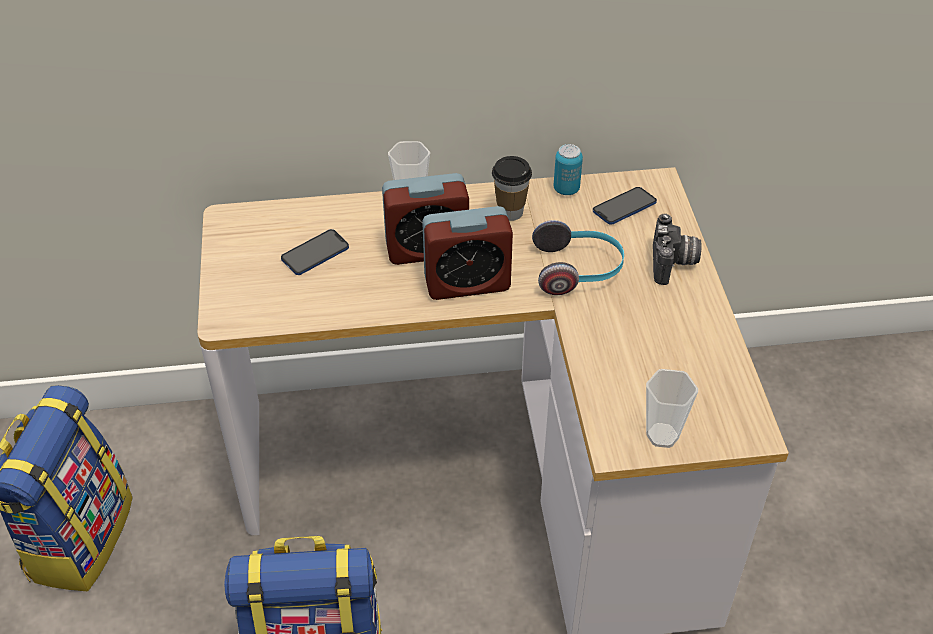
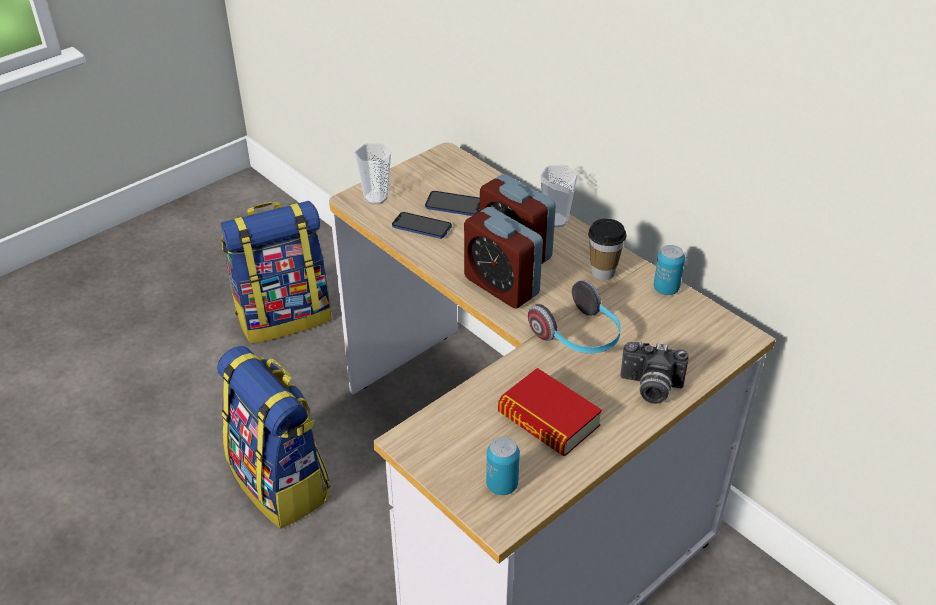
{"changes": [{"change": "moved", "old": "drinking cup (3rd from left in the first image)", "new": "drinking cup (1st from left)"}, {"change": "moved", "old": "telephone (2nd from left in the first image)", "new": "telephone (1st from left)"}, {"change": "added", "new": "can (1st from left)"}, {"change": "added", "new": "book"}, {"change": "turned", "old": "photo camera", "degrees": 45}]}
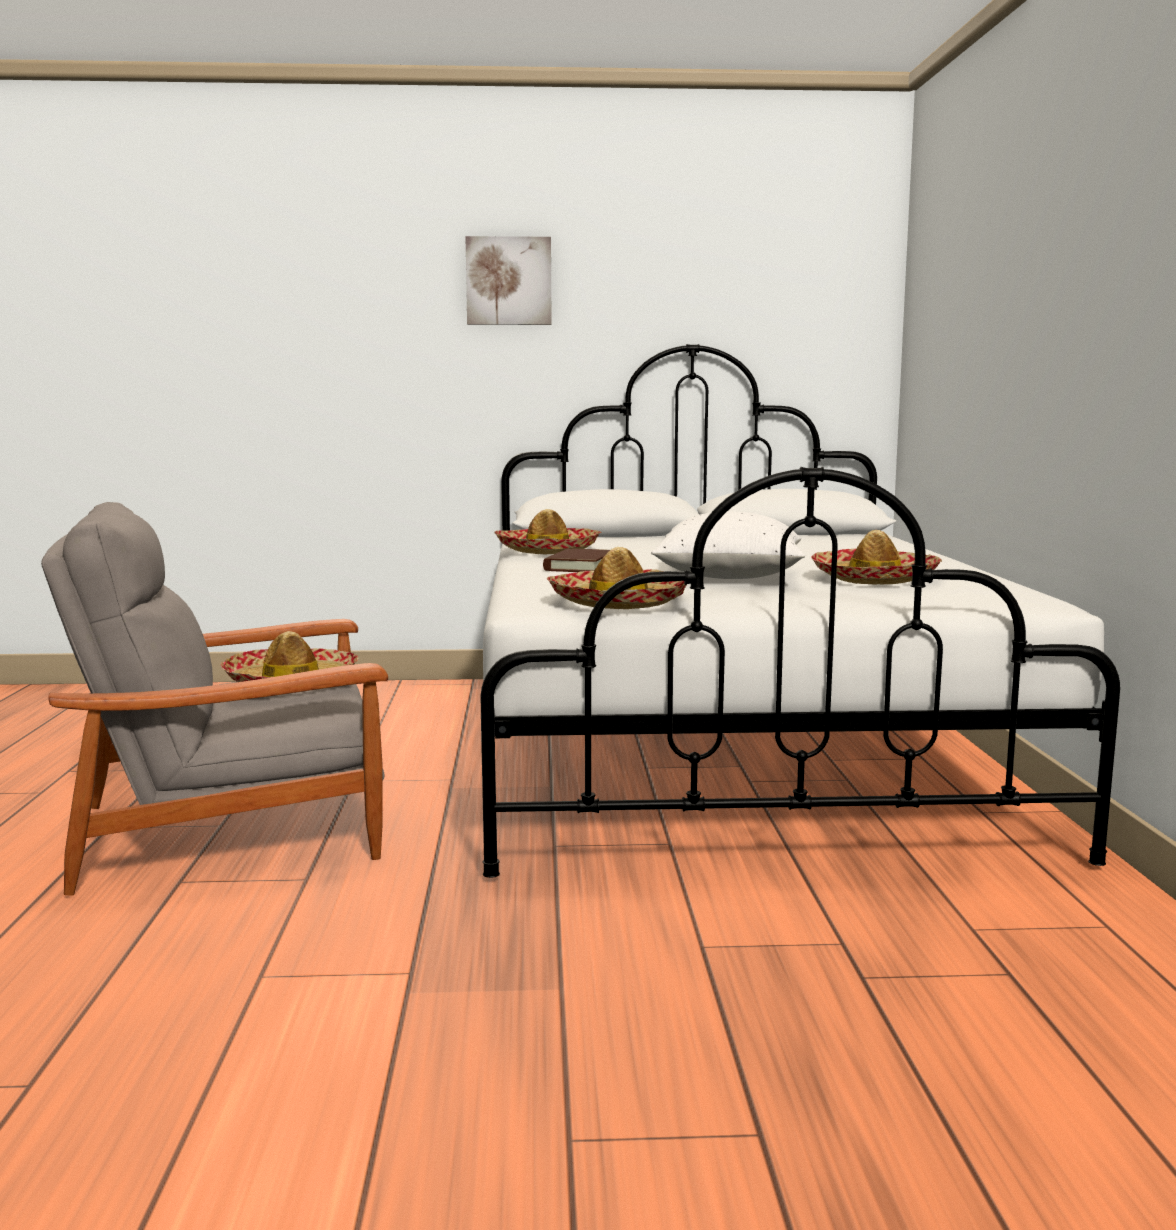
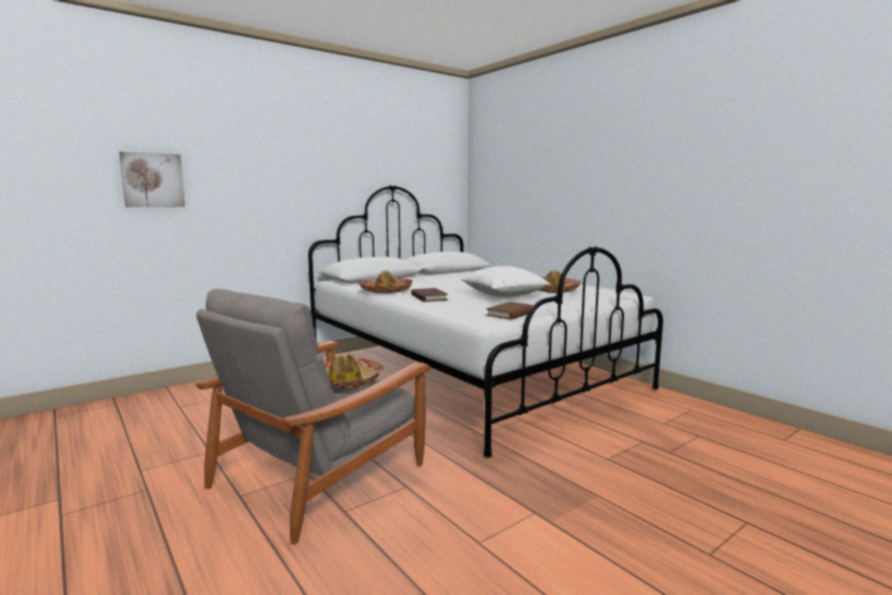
{"changes": [{"change": "moved", "old": "wall picture"}, {"change": "replaced", "old": "clothing hat (3rd from left)", "new": "brownish book (2nd from left)"}]}
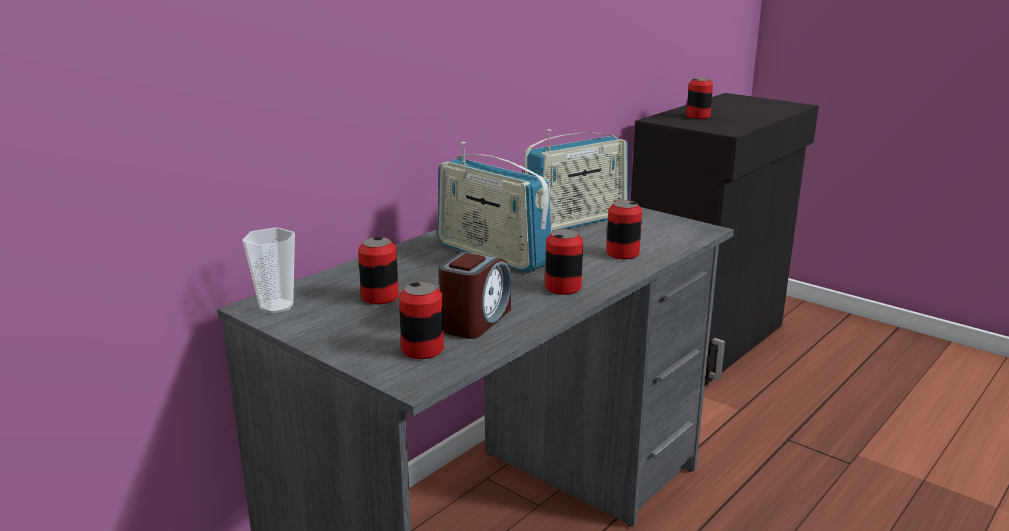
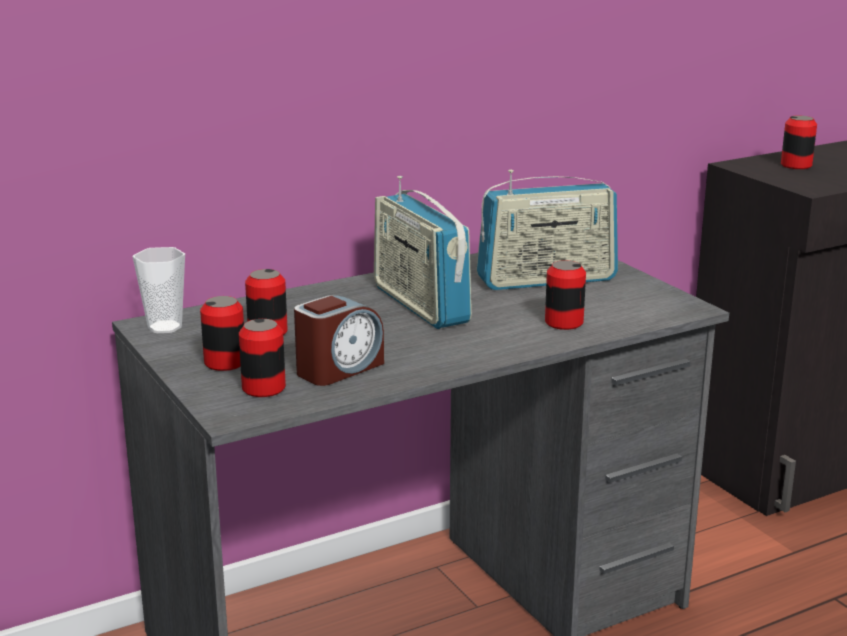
{"changes": [{"change": "moved", "old": "can (3rd from left in the first image)", "new": "can (1st from left)"}]}
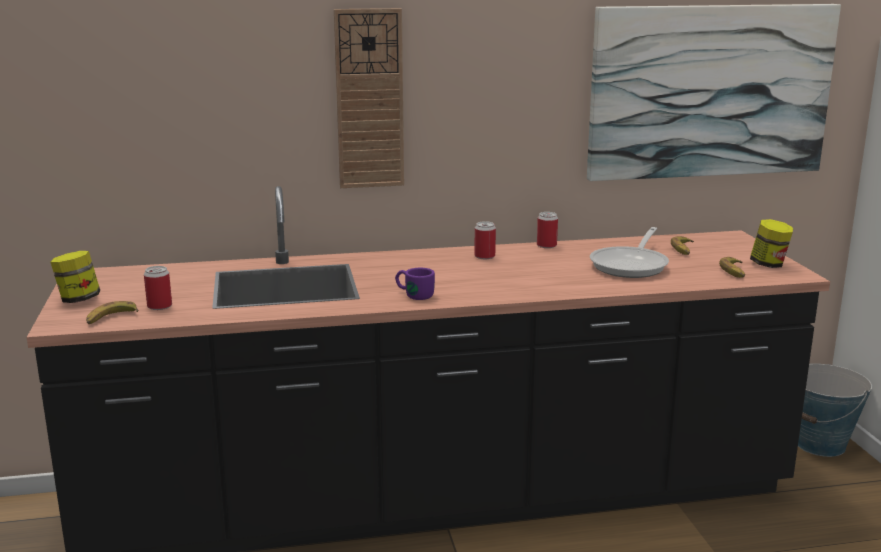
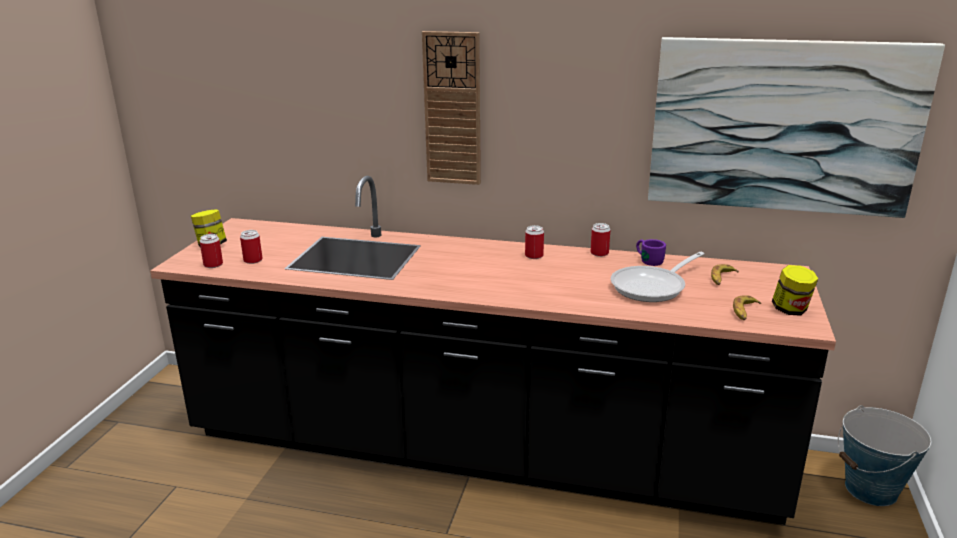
{"changes": [{"change": "replaced", "old": "whole banana (1st from left)", "new": "can (1st from left)"}, {"change": "moved", "old": "purplish tea mug"}]}
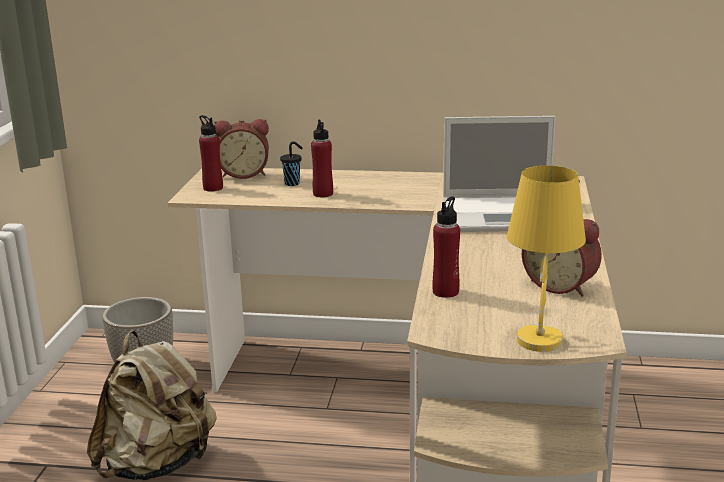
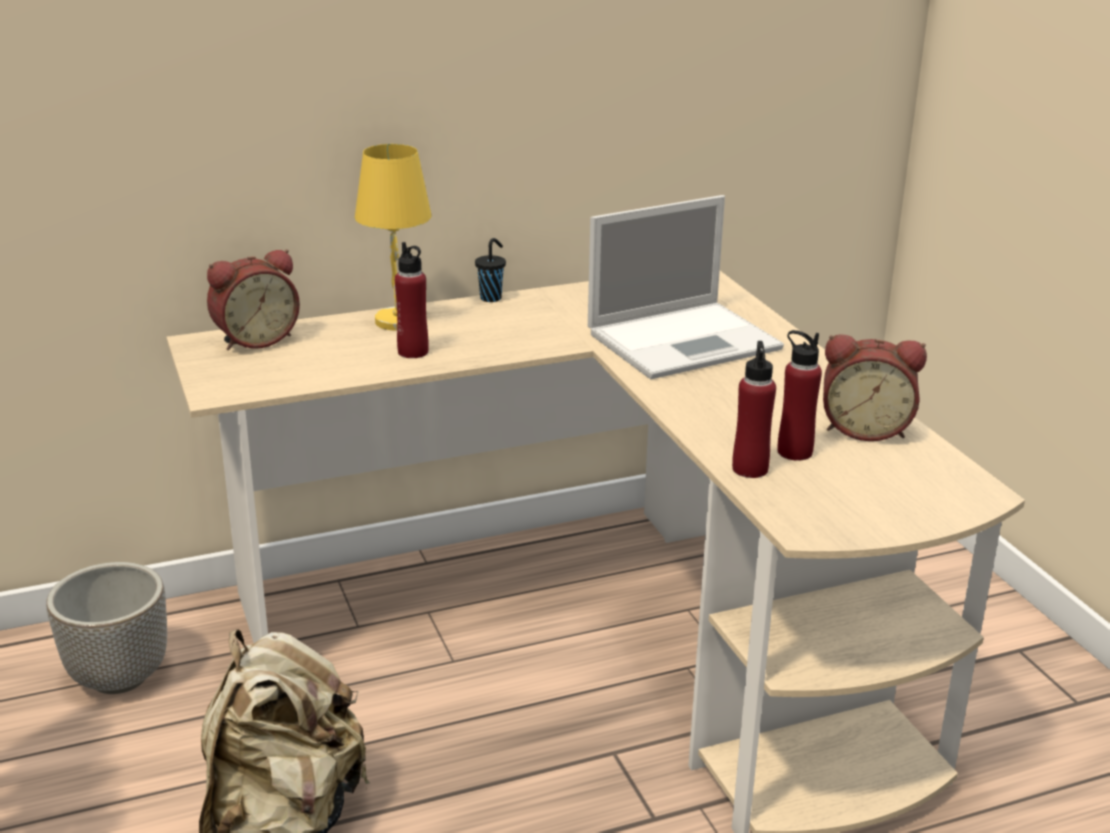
{"changes": [{"change": "moved", "old": "yellowish tabletop lamp"}, {"change": "moved", "old": "black-coloured drinking cup"}, {"change": "moved", "old": "red-coloured bottle (1st from left in the first image)", "new": "red-coloured bottle (3rd from left)"}]}
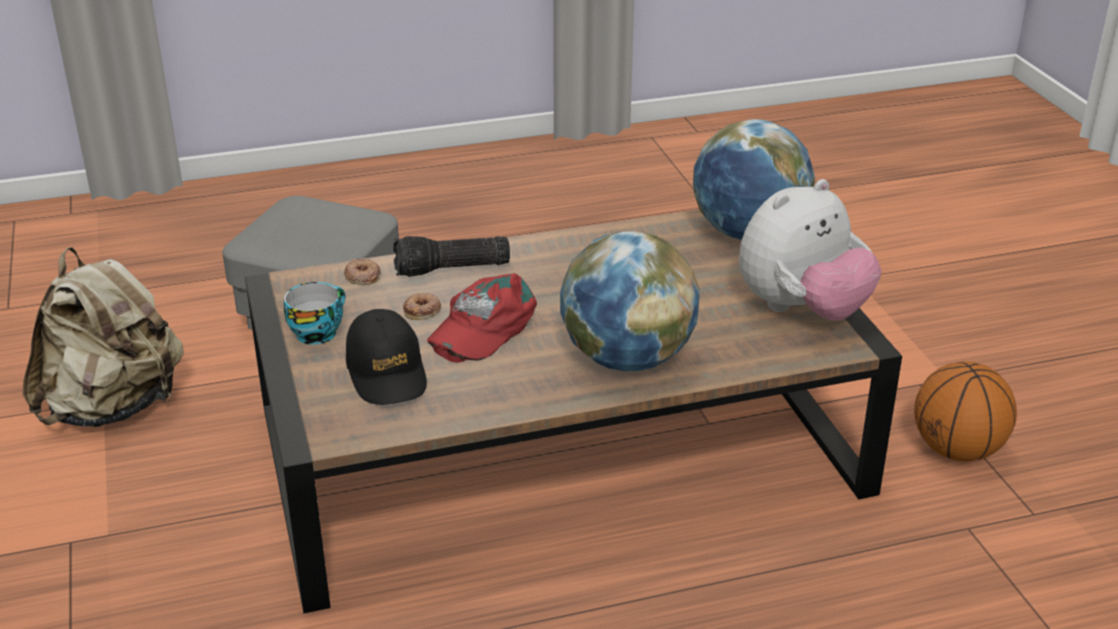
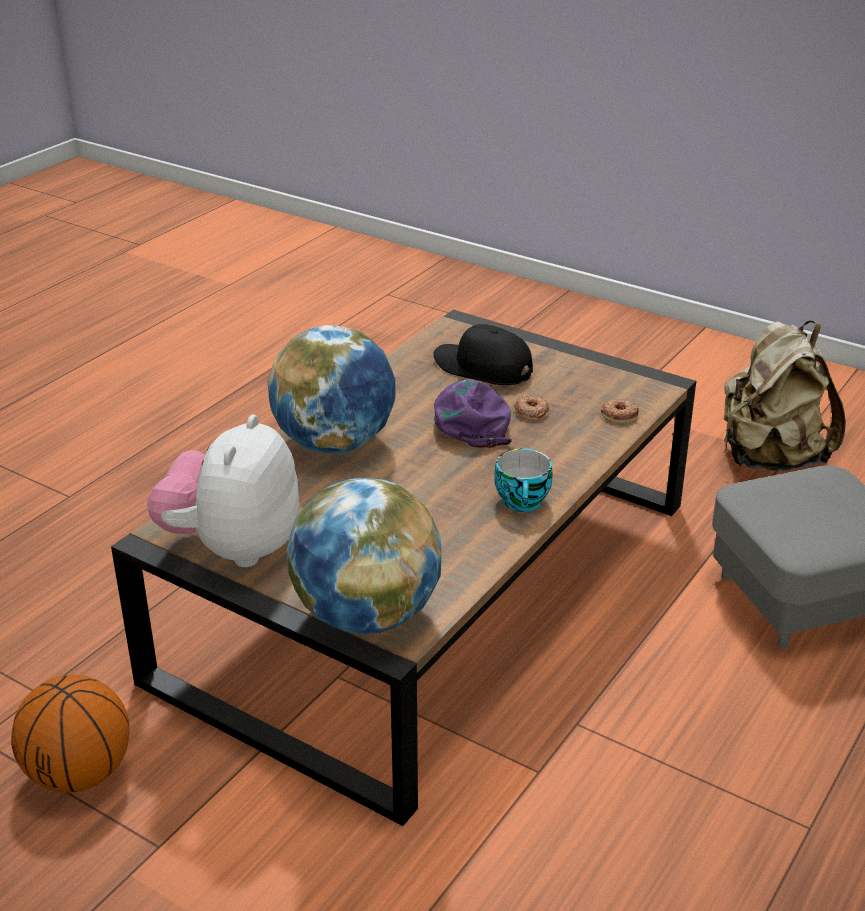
{"changes": [{"change": "recoloured", "old": "red-coloured cap", "new": "purplish cap"}, {"change": "moved", "old": "drinking cup"}, {"change": "removed", "old": "flashlight"}]}
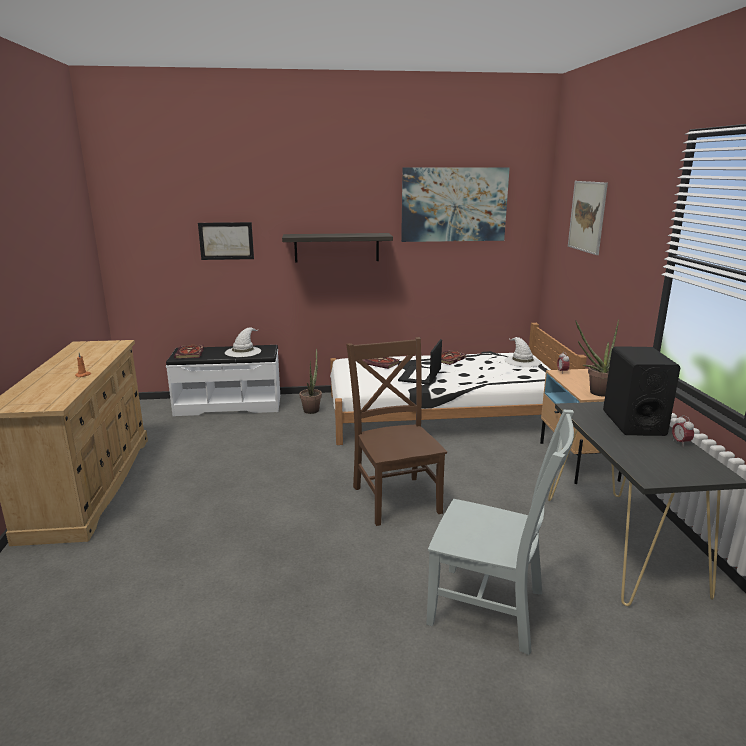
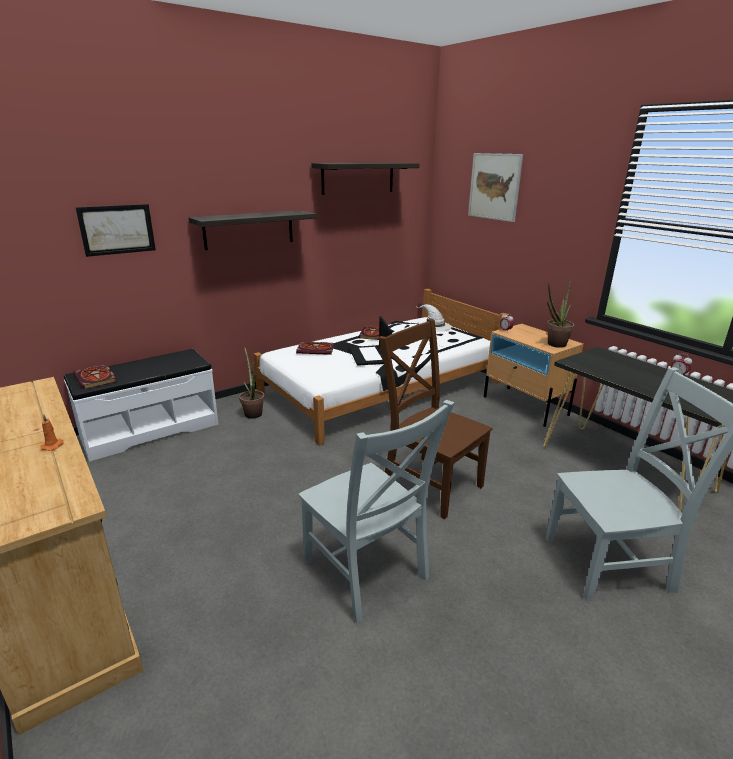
{"changes": [{"change": "added", "new": "gray chair (1st from left)"}, {"change": "replaced", "old": "wall picture (2nd from left)", "new": "bracket shelf (2nd from left)"}, {"change": "removed", "old": "white-coloured clothing hat (1st from left)"}, {"change": "removed", "old": "black-coloured audio speaker"}]}
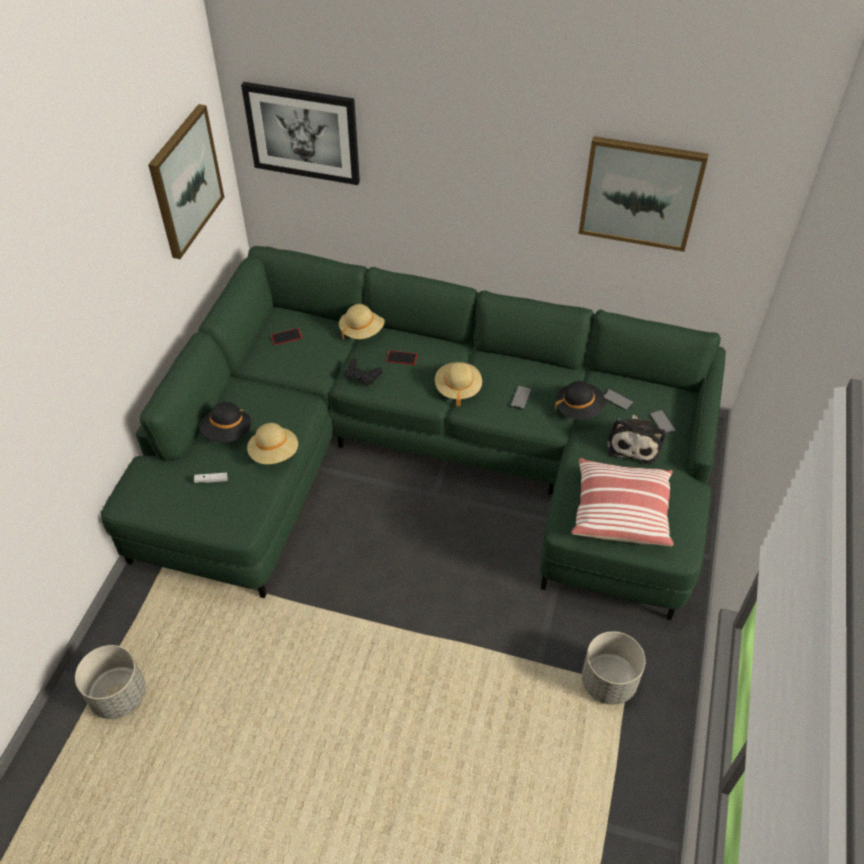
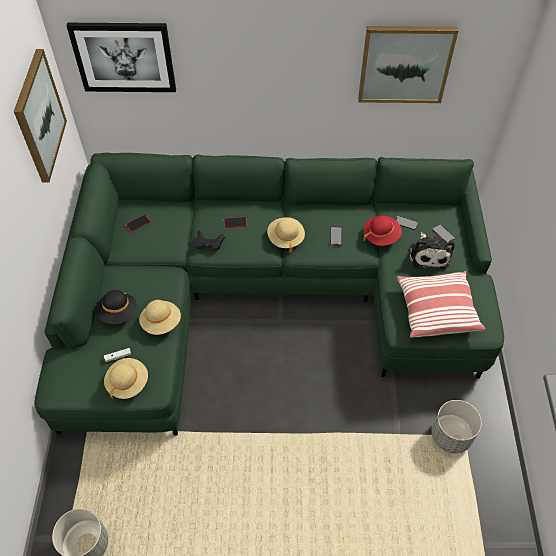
{"changes": [{"change": "moved", "old": "beige-coloured clothing hat (2nd from left in the first image)", "new": "beige-coloured clothing hat (1st from left)"}, {"change": "recoloured", "old": "black-coloured clothing hat (2nd from left)", "new": "red-coloured clothing hat"}]}
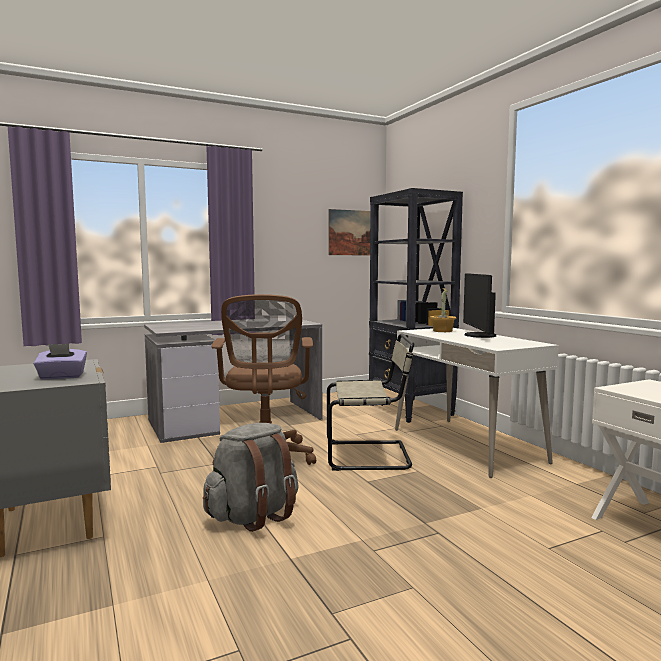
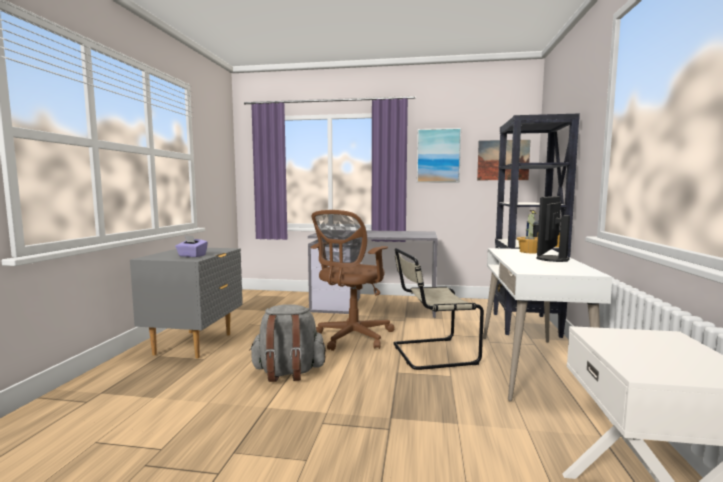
{"changes": [{"change": "turned", "old": "beige-coloured chair", "degrees": 135}, {"change": "added", "new": "wall picture (1st from left)"}]}
